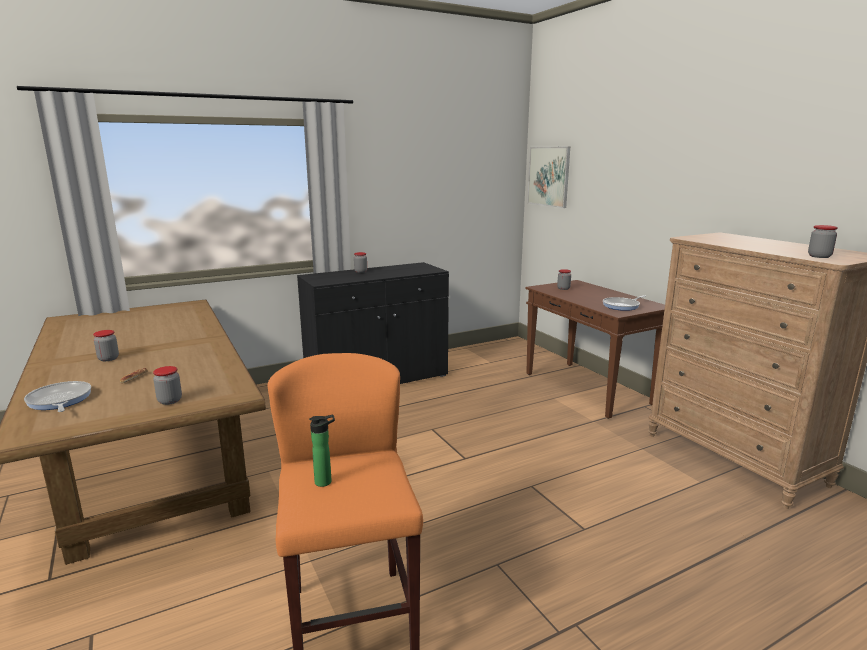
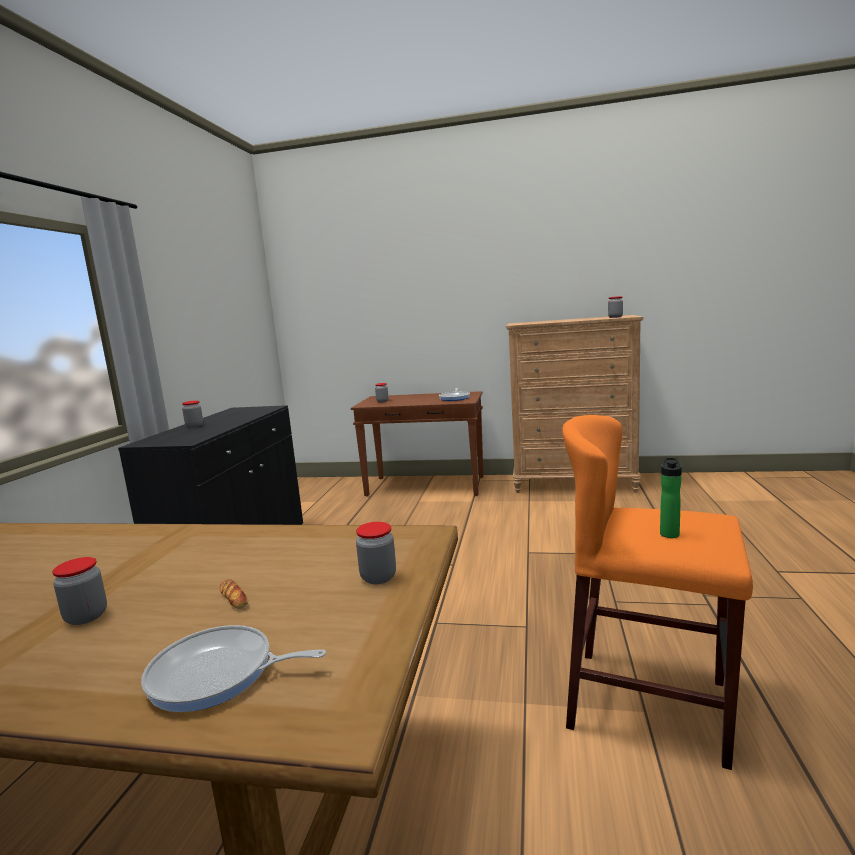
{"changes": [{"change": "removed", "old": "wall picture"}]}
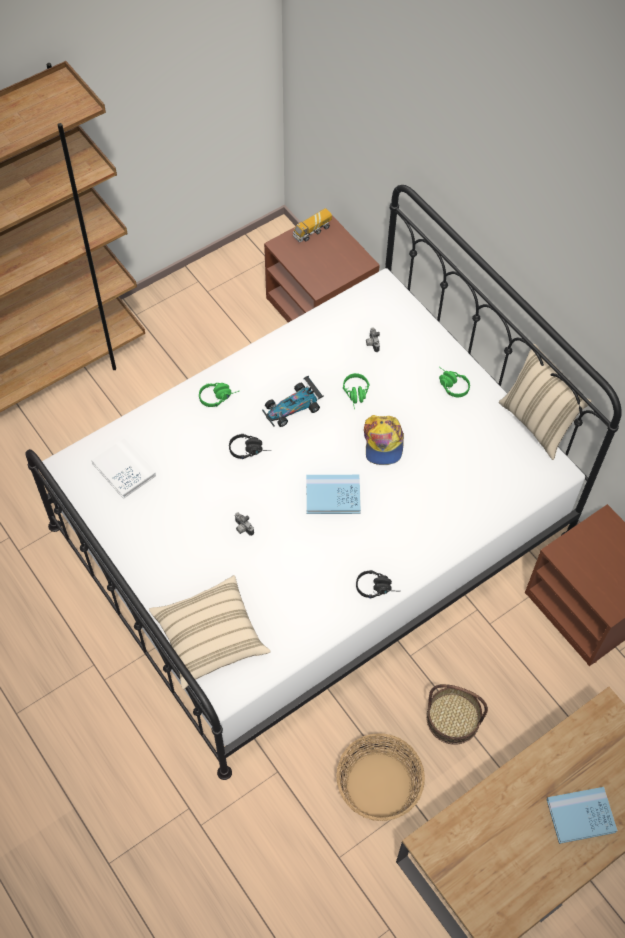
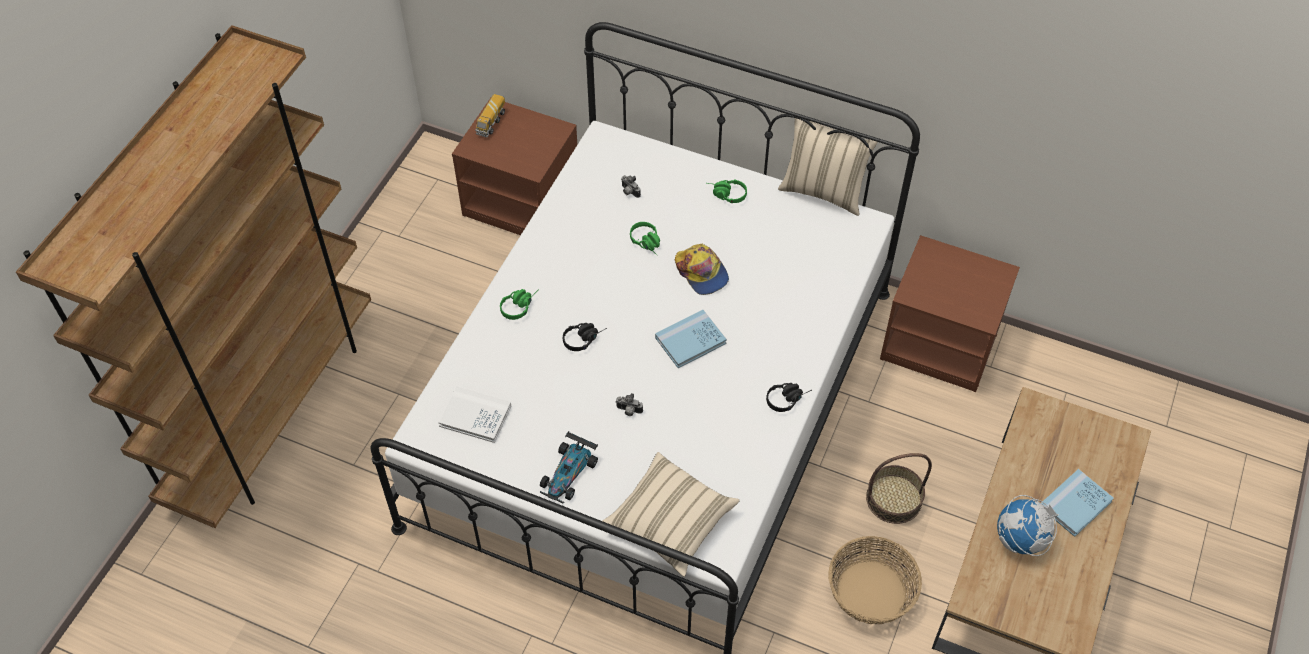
{"changes": [{"change": "moved", "old": "miniature car"}, {"change": "added", "new": "world globe"}]}
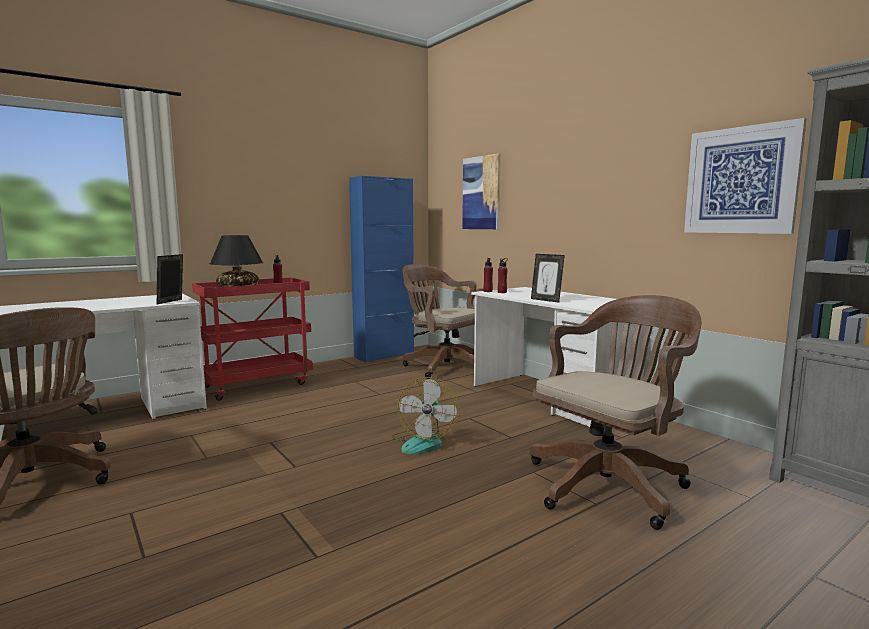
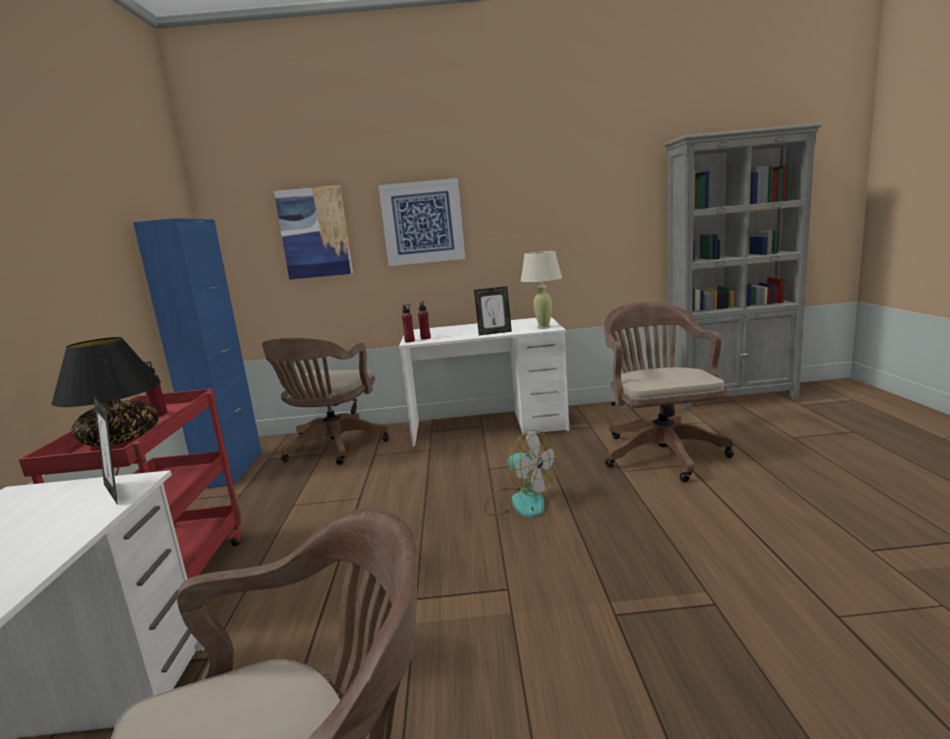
{"changes": [{"change": "turned", "old": "brownish desk chair (2nd from left)", "degrees": -60}, {"change": "moved", "old": "wall picture (2nd from left)"}, {"change": "added", "new": "beige-coloured tabletop lamp"}]}
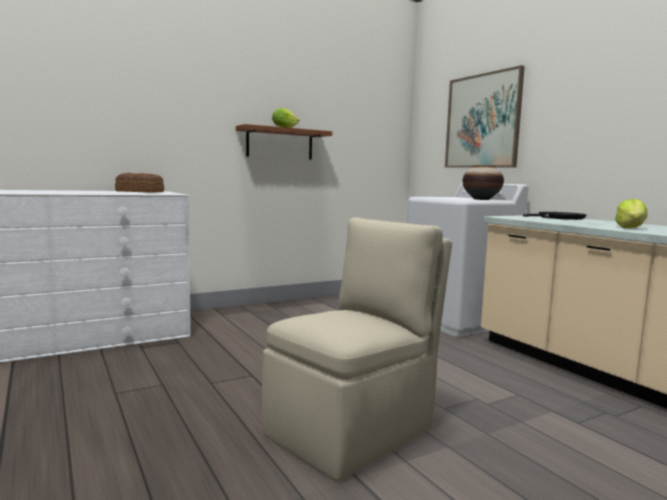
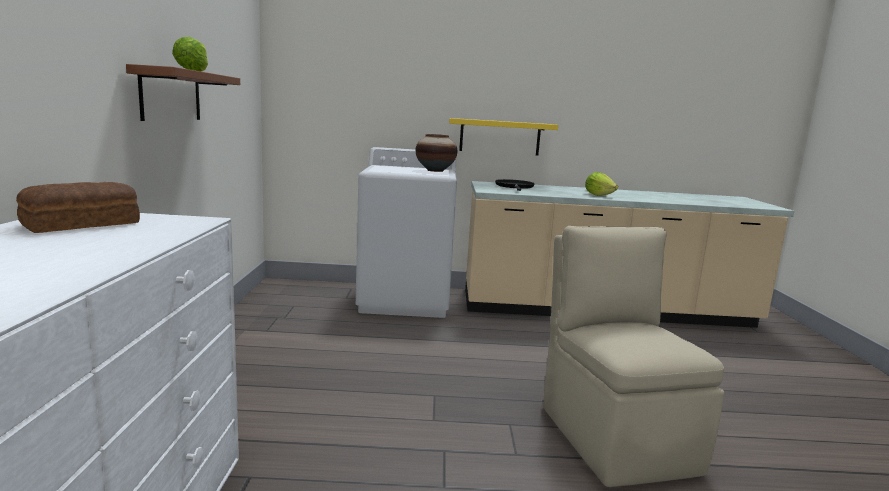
{"changes": [{"change": "added", "new": "yellowish bracket shelf"}, {"change": "removed", "old": "wall picture"}]}
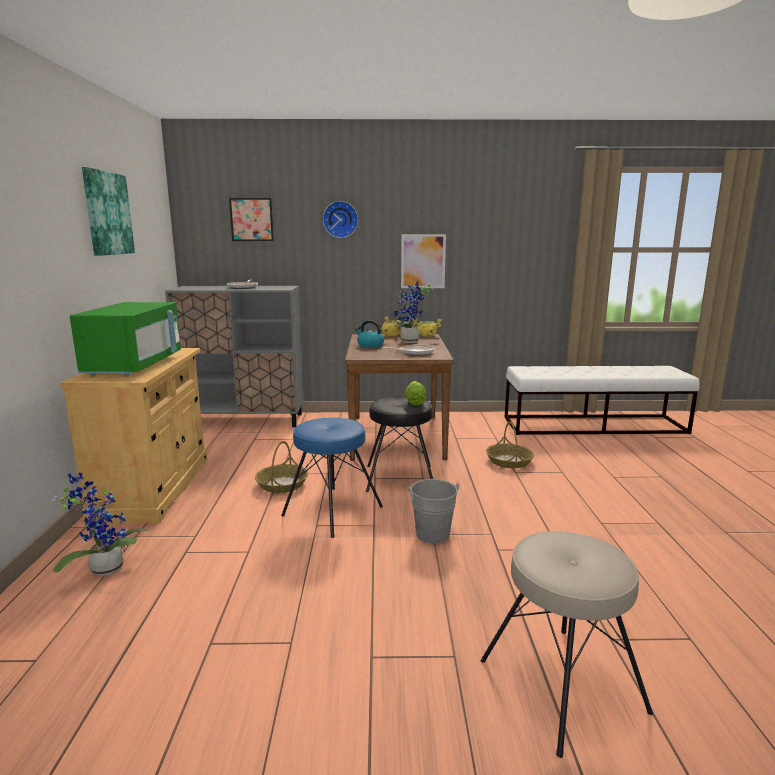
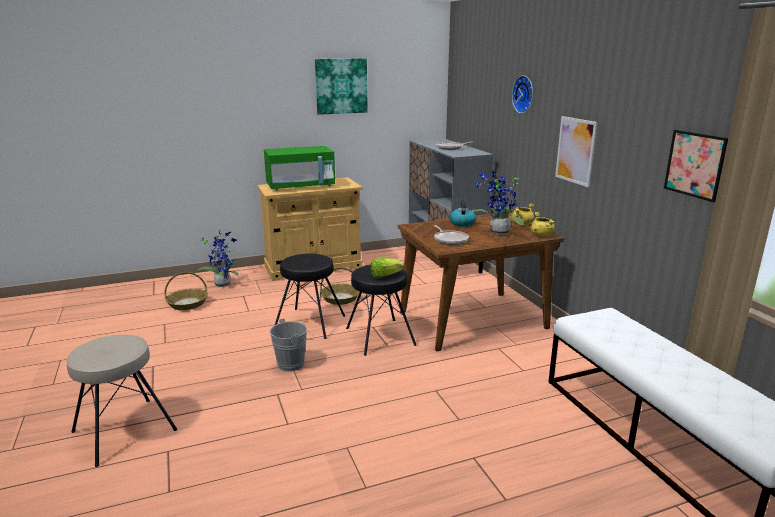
{"changes": [{"change": "moved", "old": "household basket (2nd from left in the first image)", "new": "household basket (1st from left)"}, {"change": "recoloured", "old": "bluish sitting stool", "new": "black-coloured sitting stool (1st from left)"}, {"change": "moved", "old": "wall picture (2nd from left in the first image)", "new": "wall picture (3rd from left)"}]}
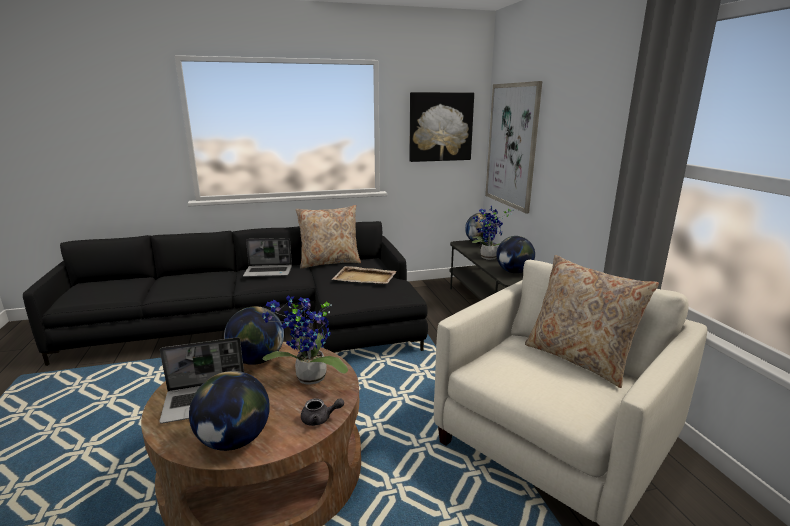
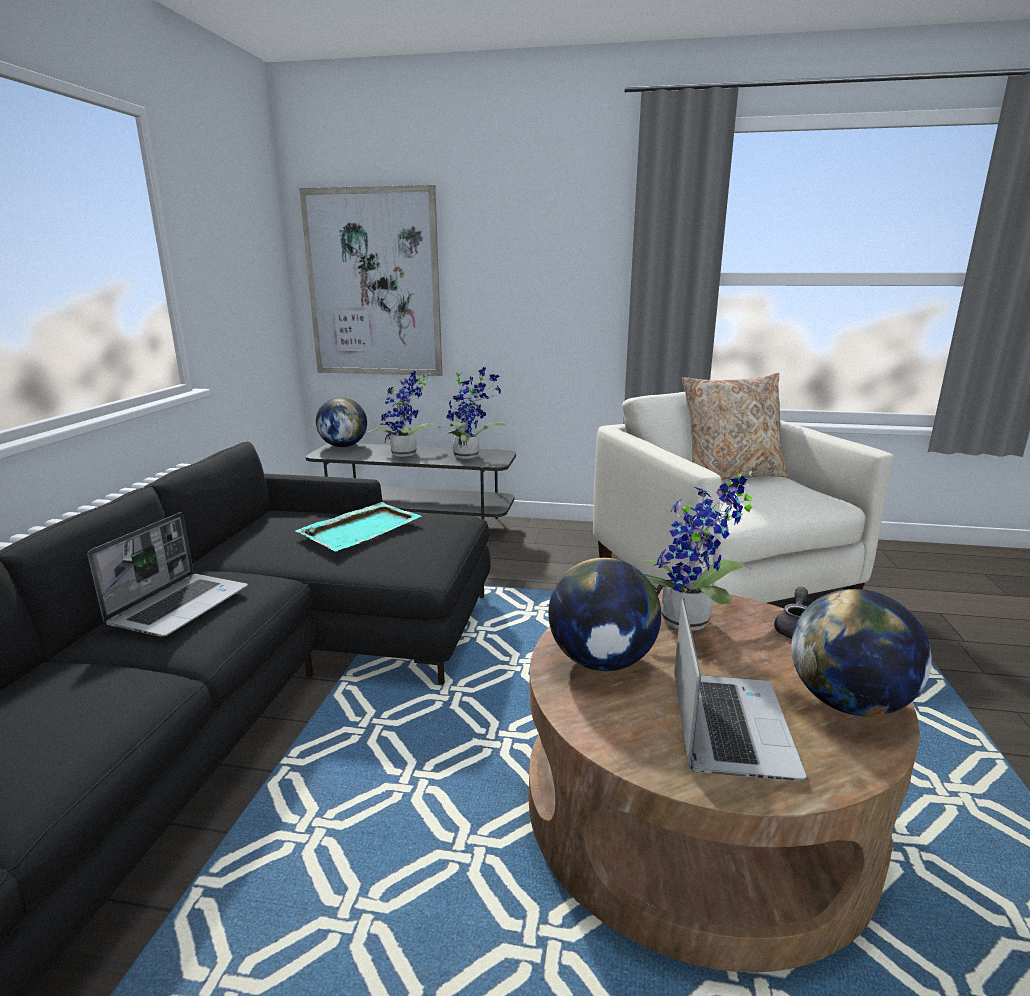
{"changes": [{"change": "recoloured", "old": "beige-coloured serving tray", "new": "turquoise-coloured serving tray"}, {"change": "replaced", "old": "world globe (4th from left)", "new": "plant in a pot (2nd from left)"}, {"change": "removed", "old": "beige-coloured pillow (1st from left)"}, {"change": "removed", "old": "wall picture (1st from left)"}]}
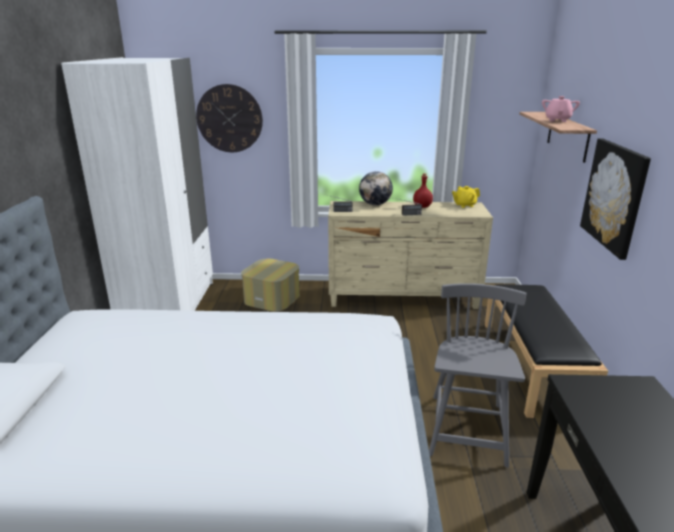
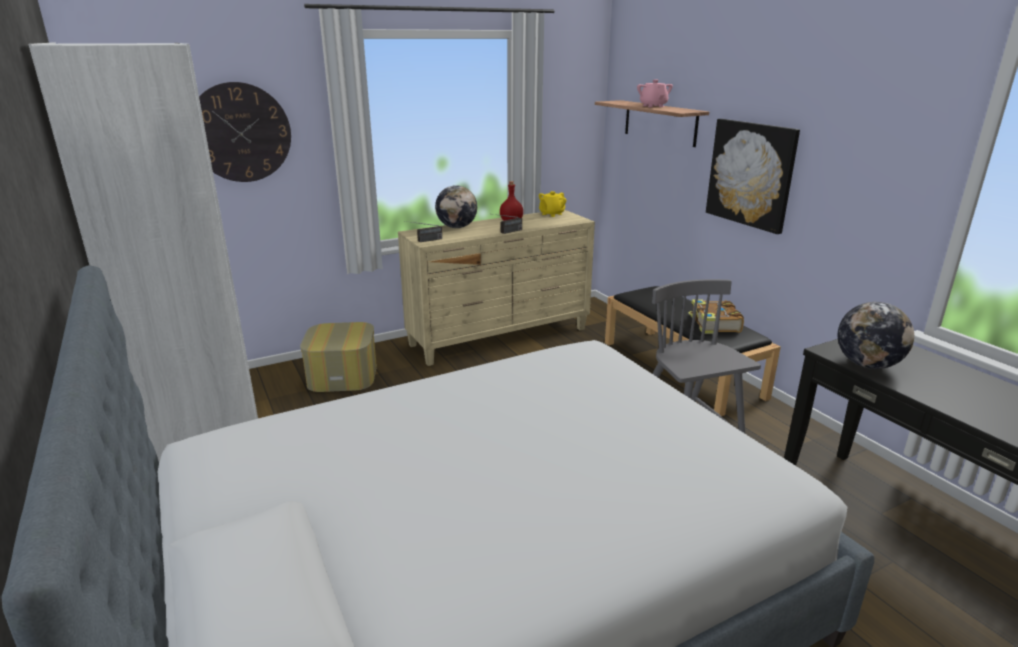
{"changes": [{"change": "added", "new": "book"}, {"change": "added", "new": "world globe (2nd from left)"}]}
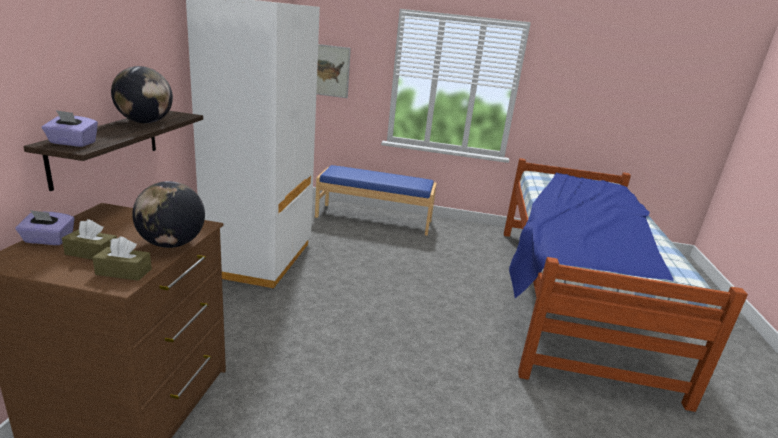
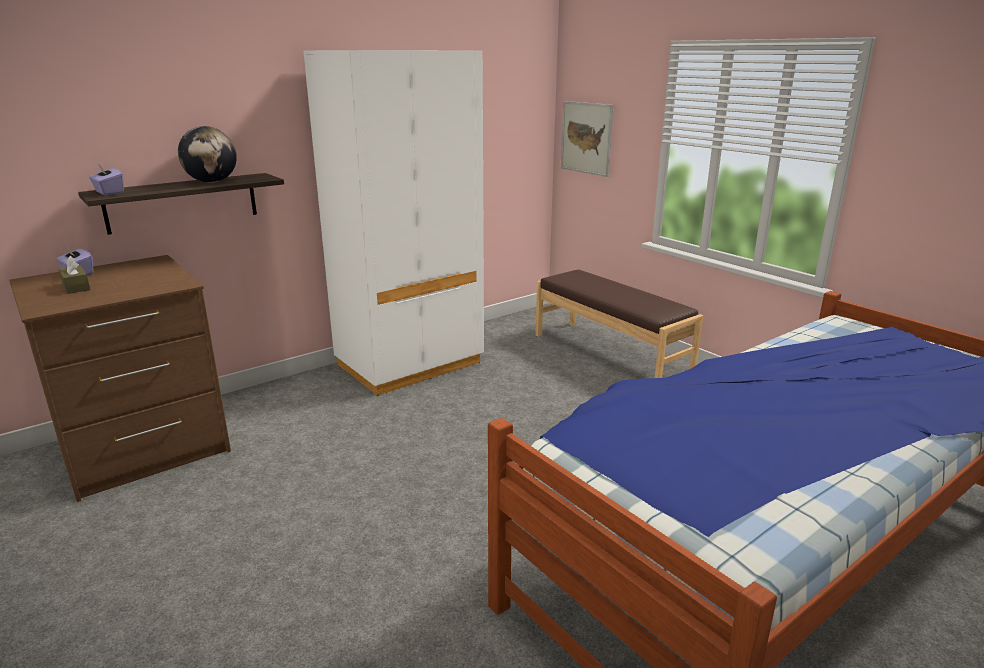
{"changes": [{"change": "recoloured", "old": "bluish indoor bench", "new": "brownish indoor bench"}, {"change": "removed", "old": "brownish tissue holder (2nd from left)"}, {"change": "removed", "old": "world globe (2nd from left)"}]}
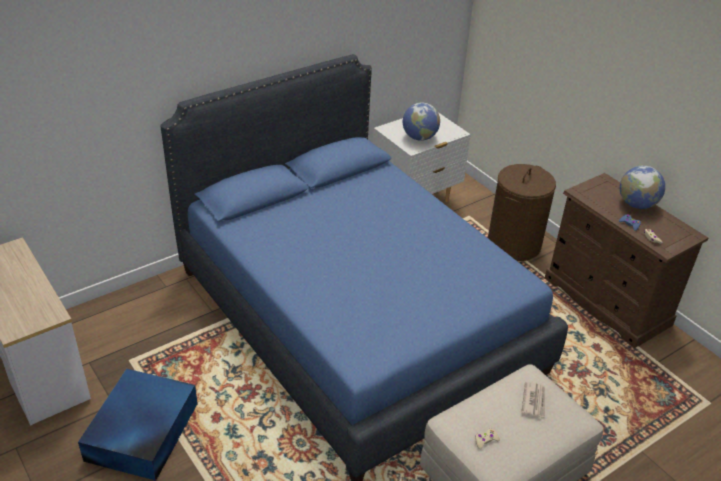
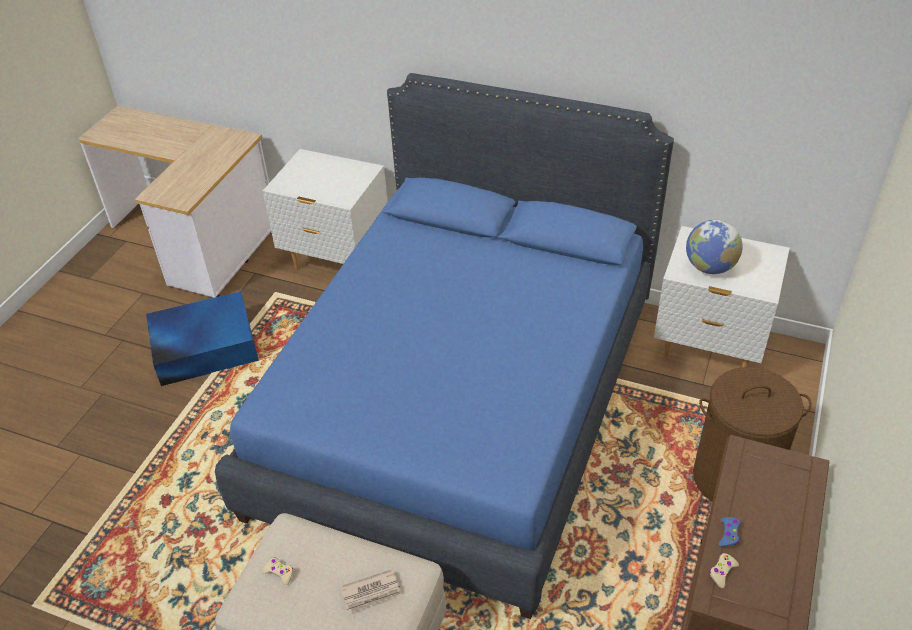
{"changes": [{"change": "added", "new": "white-coloured bedside table (1st from left)"}, {"change": "removed", "old": "world globe (2nd from left)"}]}
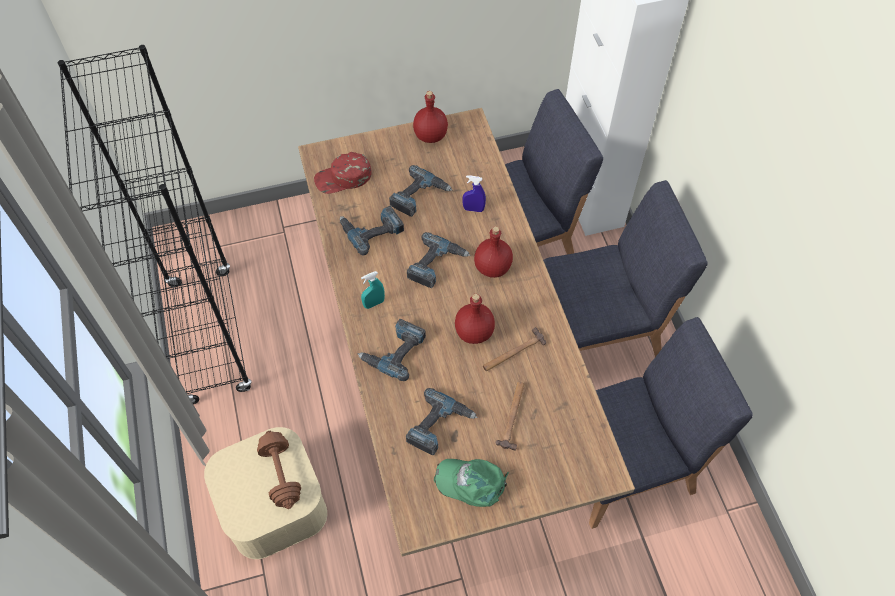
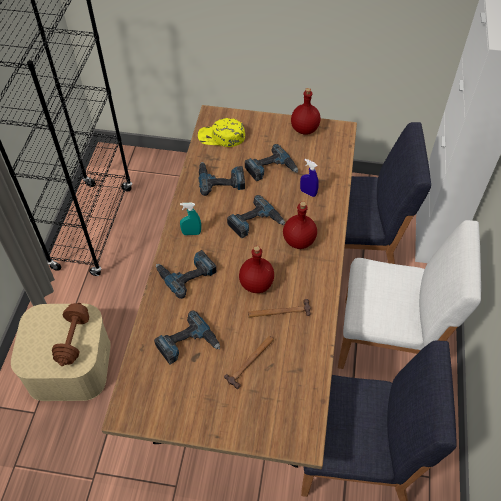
{"changes": [{"change": "recoloured", "old": "red-coloured cap", "new": "yellowish cap"}, {"change": "recoloured", "old": "bluish chair (2nd from left)", "new": "white-coloured chair"}, {"change": "removed", "old": "green-coloured cap"}]}
